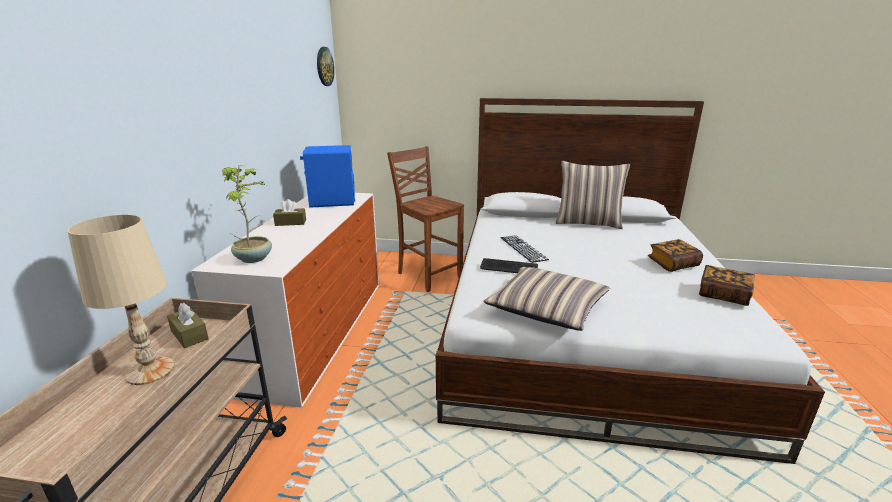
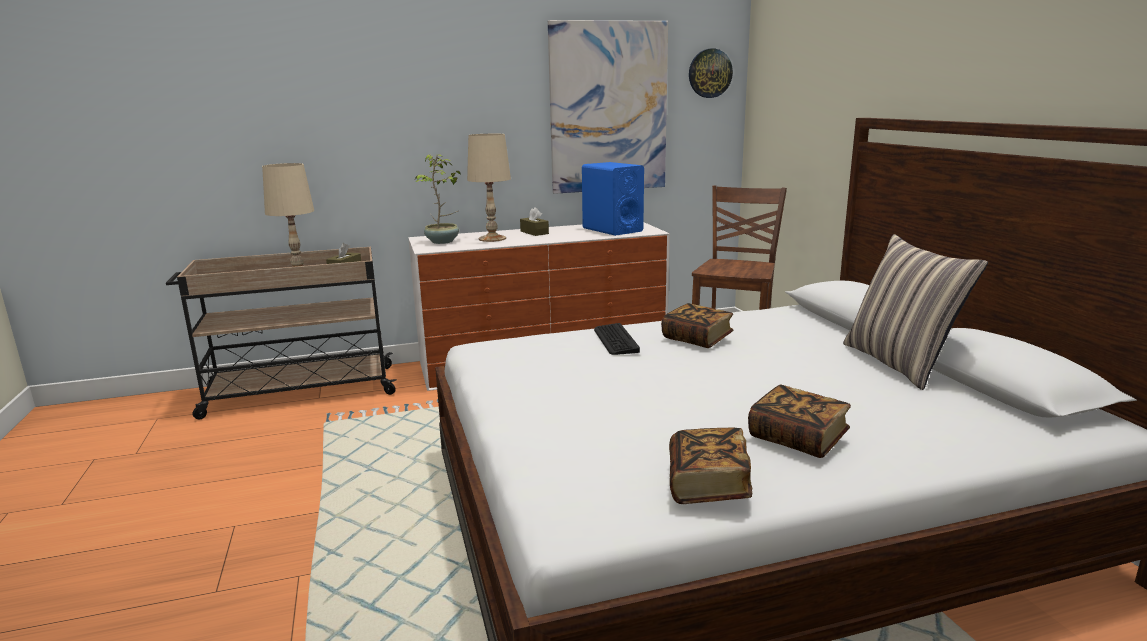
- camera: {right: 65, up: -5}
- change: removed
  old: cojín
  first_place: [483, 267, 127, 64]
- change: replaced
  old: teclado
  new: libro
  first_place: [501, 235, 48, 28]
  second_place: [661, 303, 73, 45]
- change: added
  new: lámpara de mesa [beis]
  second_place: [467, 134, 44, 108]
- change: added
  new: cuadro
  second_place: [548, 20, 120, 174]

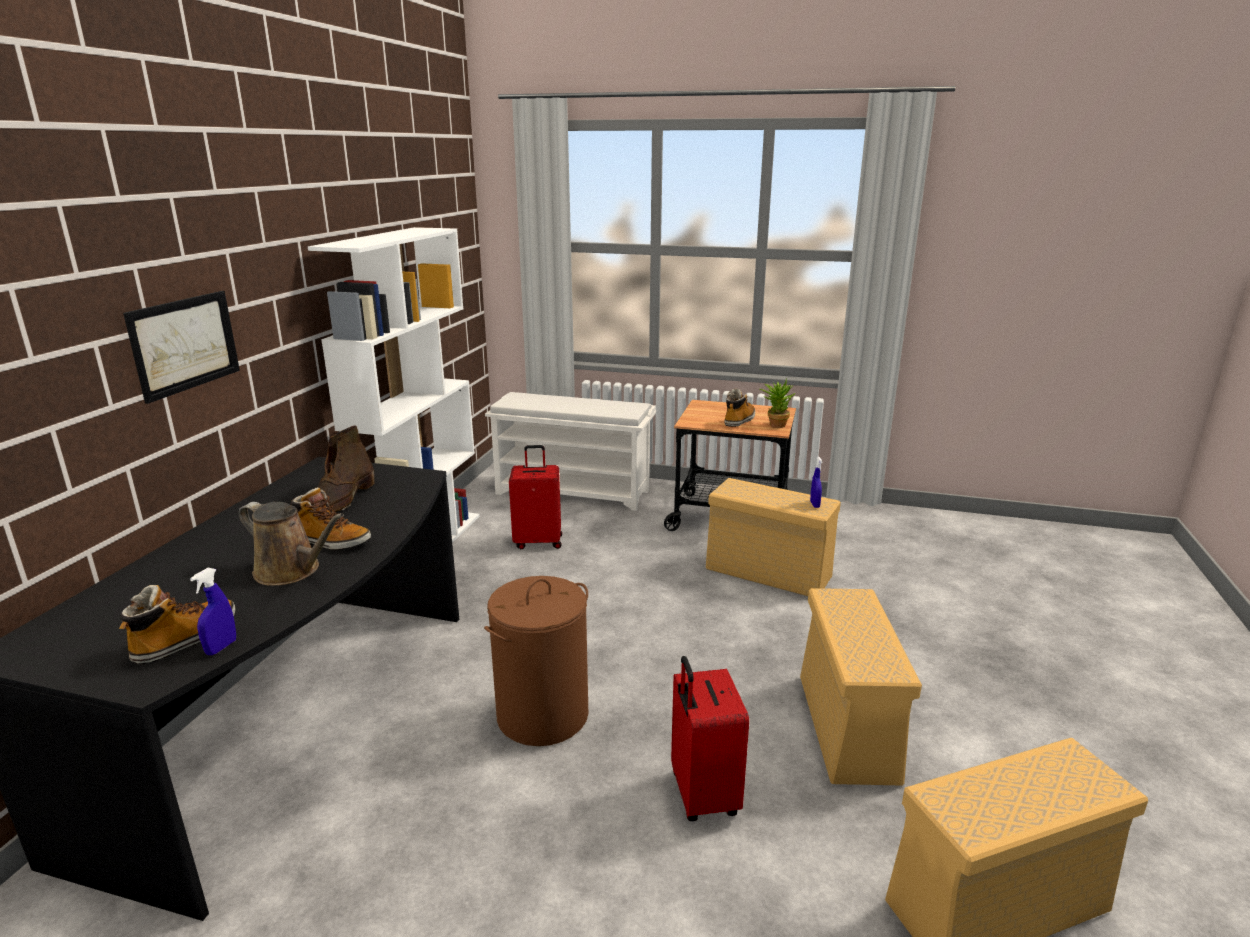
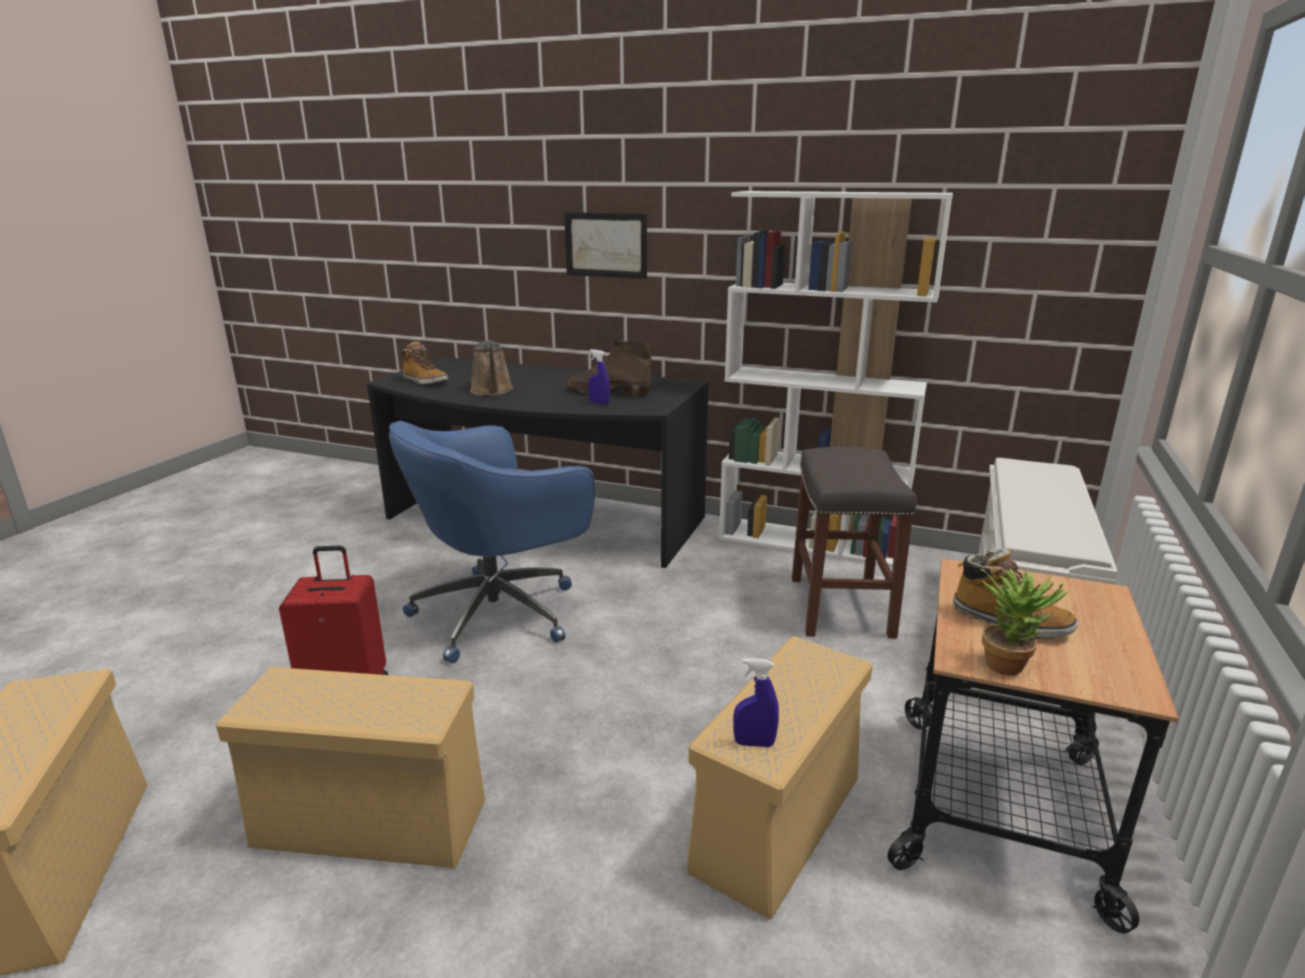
- camera: {right: 95, up: 0}
- change: moved
  old: pulverizador [azul]
  first_place: [190, 568, 46, 87]
  second_place: [588, 349, 22, 56]
- change: turned
  old: regadera [marrón]
  first_place: [239, 502, 105, 84]
  second_place: [470, 340, 43, 55]
  degrees: -45
- change: removed
  old: bota
  first_place: [290, 488, 81, 62]
- change: replaced
  old: cesto de la ropa [marrón]
  new: silla de oficina [azul]
  first_place: [484, 576, 104, 170]
  second_place: [389, 421, 206, 242]
- change: replaced
  old: maleta [rojo]
  new: taburete [gris]
  first_place: [509, 445, 53, 104]
  second_place: [792, 447, 125, 191]

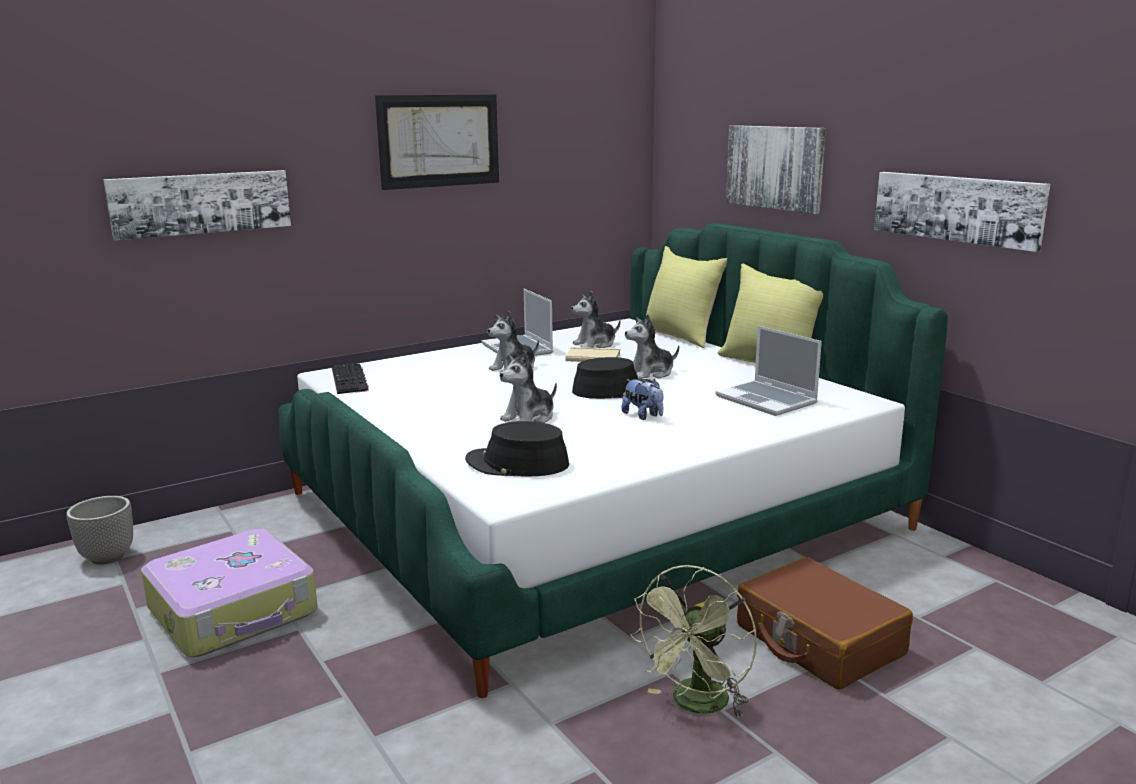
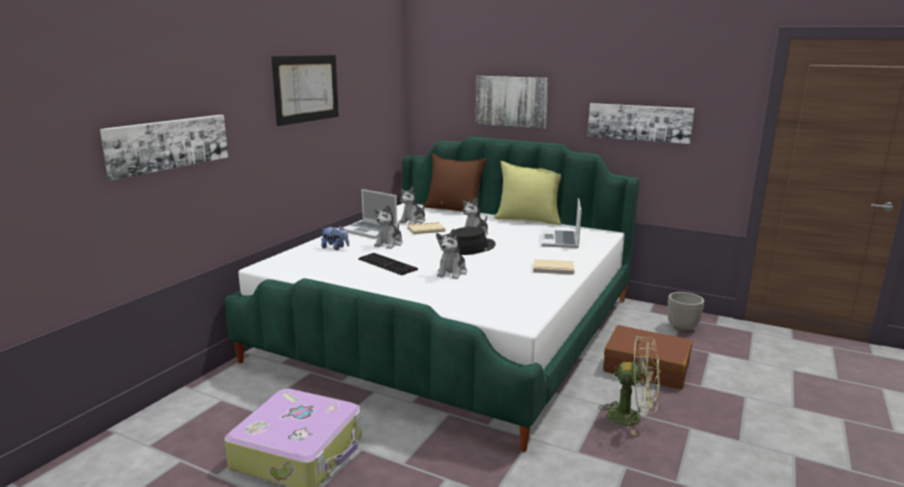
- camera: {right: -30, up: 0}
- change: moved
  old: maceta
  first_place: [67, 496, 66, 69]
  second_place: [667, 292, 37, 40]
- change: moved
  old: teclado
  first_place: [332, 363, 37, 31]
  second_place: [358, 253, 60, 22]
- change: removed
  old: sombrero [negro]
  first_place: [465, 421, 104, 55]
- change: moved
  old: peluche
  first_place: [622, 379, 41, 41]
  second_place: [321, 226, 28, 24]
- change: turned
  old: ventilador [verde]
  first_place: [630, 565, 127, 153]
  second_place: [598, 336, 62, 99]
  degrees: -75
- change: recoloured
  old: cojín [amarillo]
  new: cojín [marrón]
  first_place: [646, 246, 81, 102]
  second_place: [423, 153, 63, 62]
- change: turned
  old: portátil
  first_place: [715, 326, 107, 90]
  second_place: [541, 198, 41, 50]
  degrees: 75
- change: added
  new: libro [beis]
  second_place: [533, 259, 42, 16]

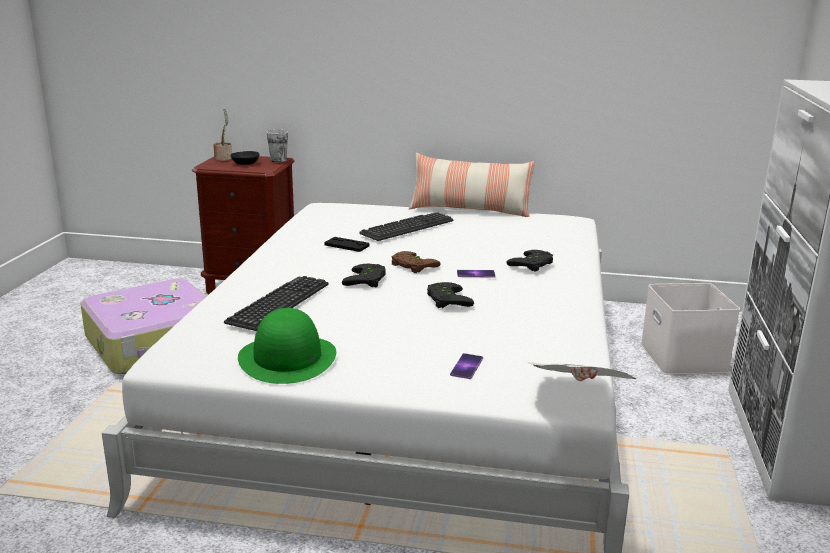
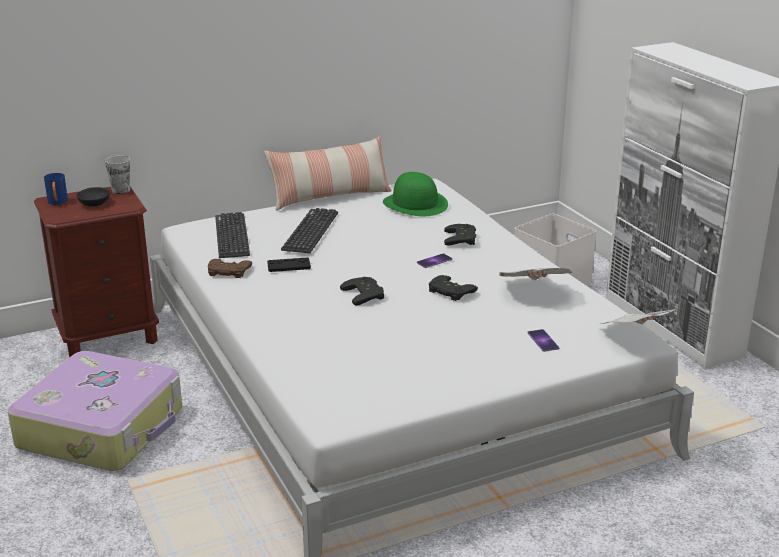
- camera: {right: -35, up: 5}
- change: replaced
  old: planta en maceta
  new: taza grande [azul]
  first_place: [213, 109, 19, 52]
  second_place: [44, 173, 24, 32]
- change: moved
  old: teclado
  first_place: [224, 276, 105, 55]
  second_place: [215, 212, 35, 46]
- change: moved
  old: sombrero [verde]
  first_place: [238, 308, 98, 76]
  second_place: [383, 172, 65, 44]
- change: moved
  old: mando de consola [marrón]
  first_place: [392, 251, 49, 22]
  second_place: [208, 259, 44, 19]
- change: added
  new: periódico
  second_place: [499, 268, 74, 12]

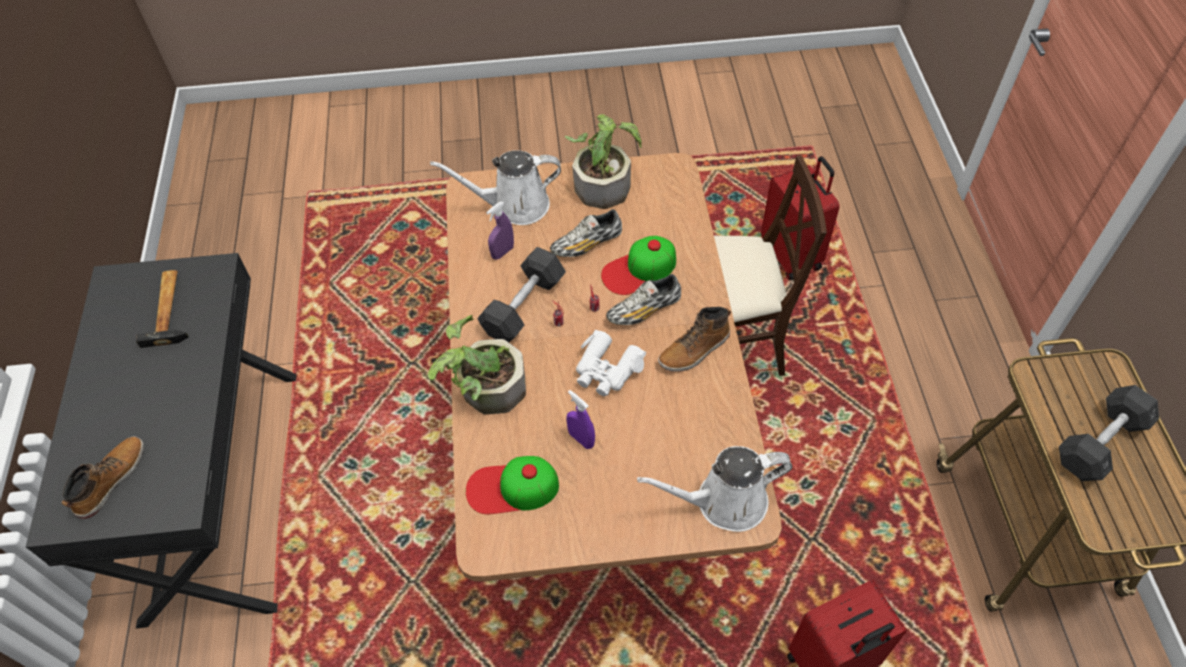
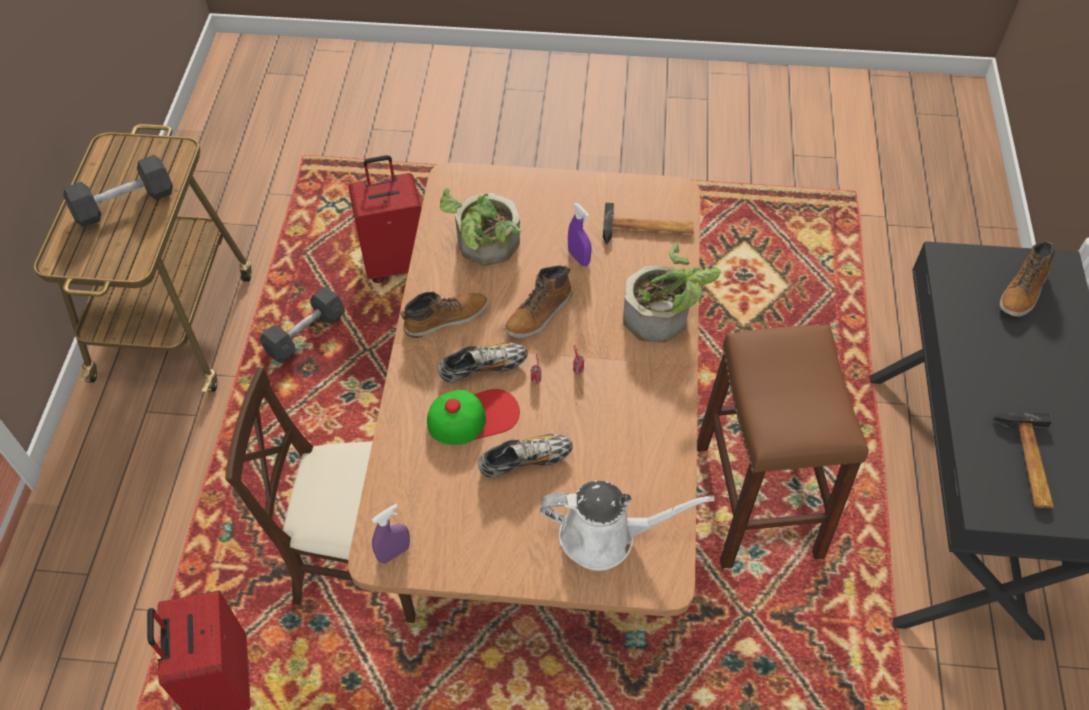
- camera: {right: -170, up: 0}
- change: replaced
  old: gorra
  new: martillo
  first_place: [466, 456, 93, 58]
  second_place: [603, 203, 91, 41]
- change: moved
  old: mancuerna [gris]
  first_place: [477, 247, 89, 95]
  second_place: [260, 287, 85, 76]
- change: moved
  old: pulverizador [morado]
  first_place: [486, 202, 28, 58]
  second_place: [372, 504, 38, 60]
- change: moved
  old: planta en maceta
  first_place: [565, 114, 77, 95]
  second_place: [440, 188, 81, 78]
- change: replaced
  old: prismáticos [blanco]
  new: bota
  first_place: [576, 330, 70, 66]
  second_place: [504, 266, 69, 72]
- change: removed
  old: regadera [blanco]
  first_place: [637, 446, 156, 86]
- change: added
  new: taburete [marrón]
  second_place: [697, 325, 172, 243]

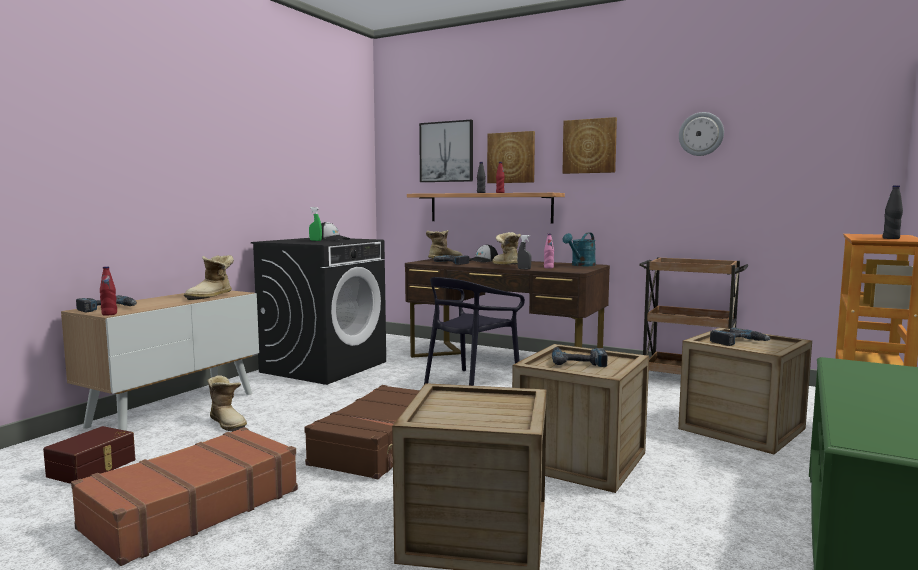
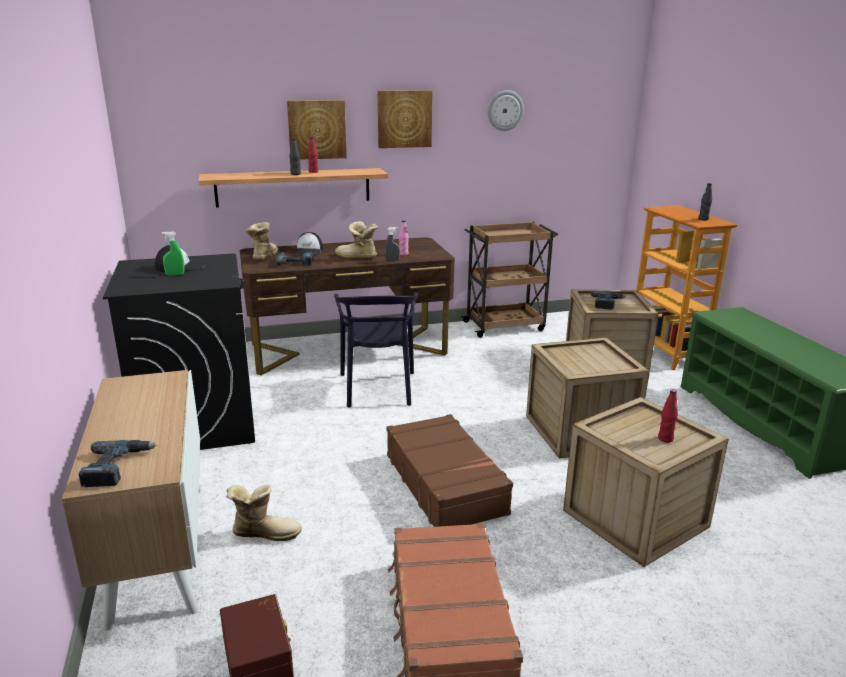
- camera: {right: -45, up: 15}
- change: moved
  old: botella [rojo]
  first_place: [100, 266, 17, 50]
  second_place: [658, 390, 20, 53]
- change: removed
  old: bota
  first_place: [184, 255, 50, 45]
- change: removed
  old: cuadro
  first_place: [419, 120, 54, 62]
- change: removed
  old: taladro
  first_place: [552, 347, 56, 20]
- change: removed
  old: regadera [turquesa]
  first_place: [563, 233, 33, 33]

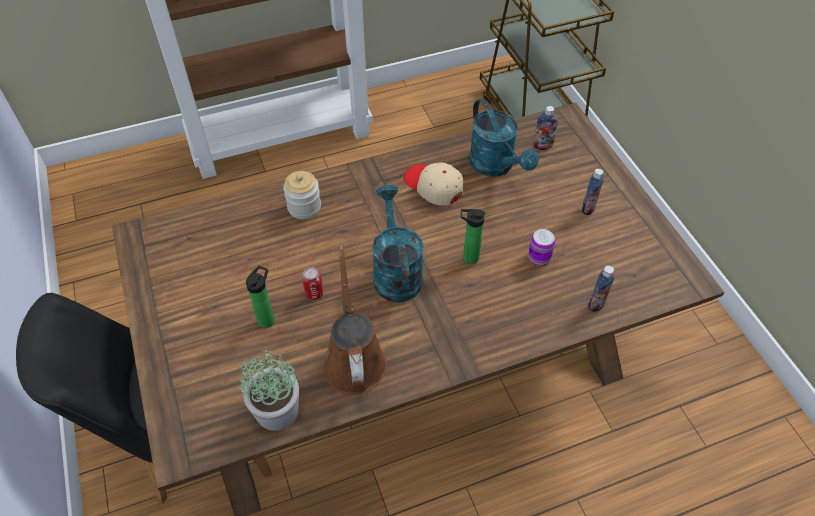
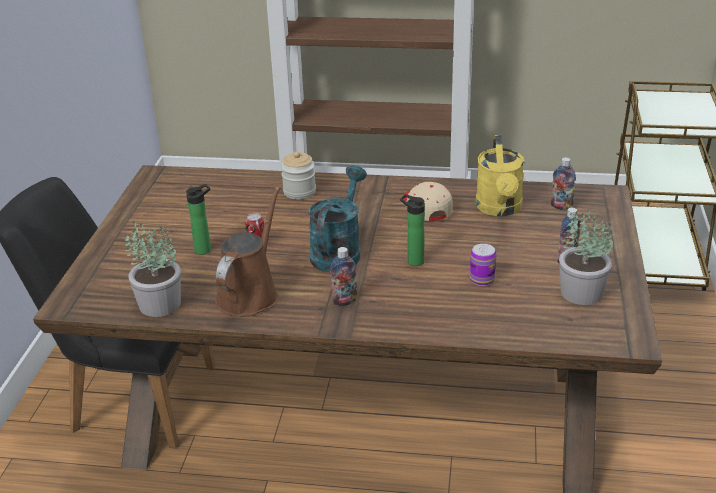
- camera: {right: 30, up: -20}
- change: recoloured
  old: regadera [turquesa]
  new: regadera [amarillo]
  first_place: [469, 98, 70, 79]
  second_place: [476, 135, 48, 81]
- change: moved
  old: botella
  first_place: [588, 266, 27, 46]
  second_place: [330, 247, 27, 59]
- change: added
  new: planta en maceta
  second_place: [559, 209, 54, 96]

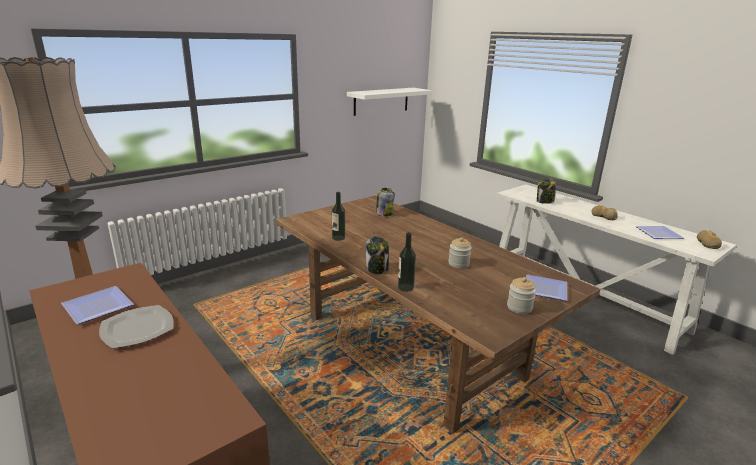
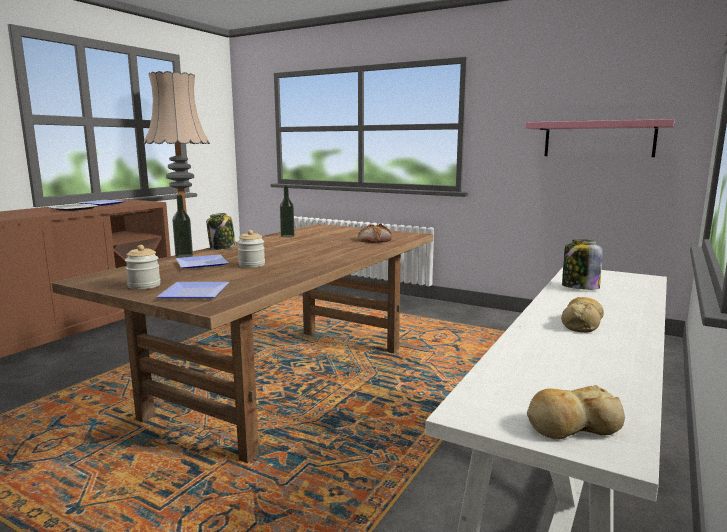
- camera: {right: 70, up: -10}
- change: recoloured
  old: estante [blanco]
  new: estante [rosa]
  first_place: [347, 88, 85, 28]
  second_place: [525, 119, 150, 38]
- change: replaced
  old: tarro
  new: pan
  first_place: [376, 188, 19, 28]
  second_place: [358, 224, 34, 19]
- change: moved
  old: plato
  first_place: [636, 226, 48, 13]
  second_place: [176, 254, 53, 14]

